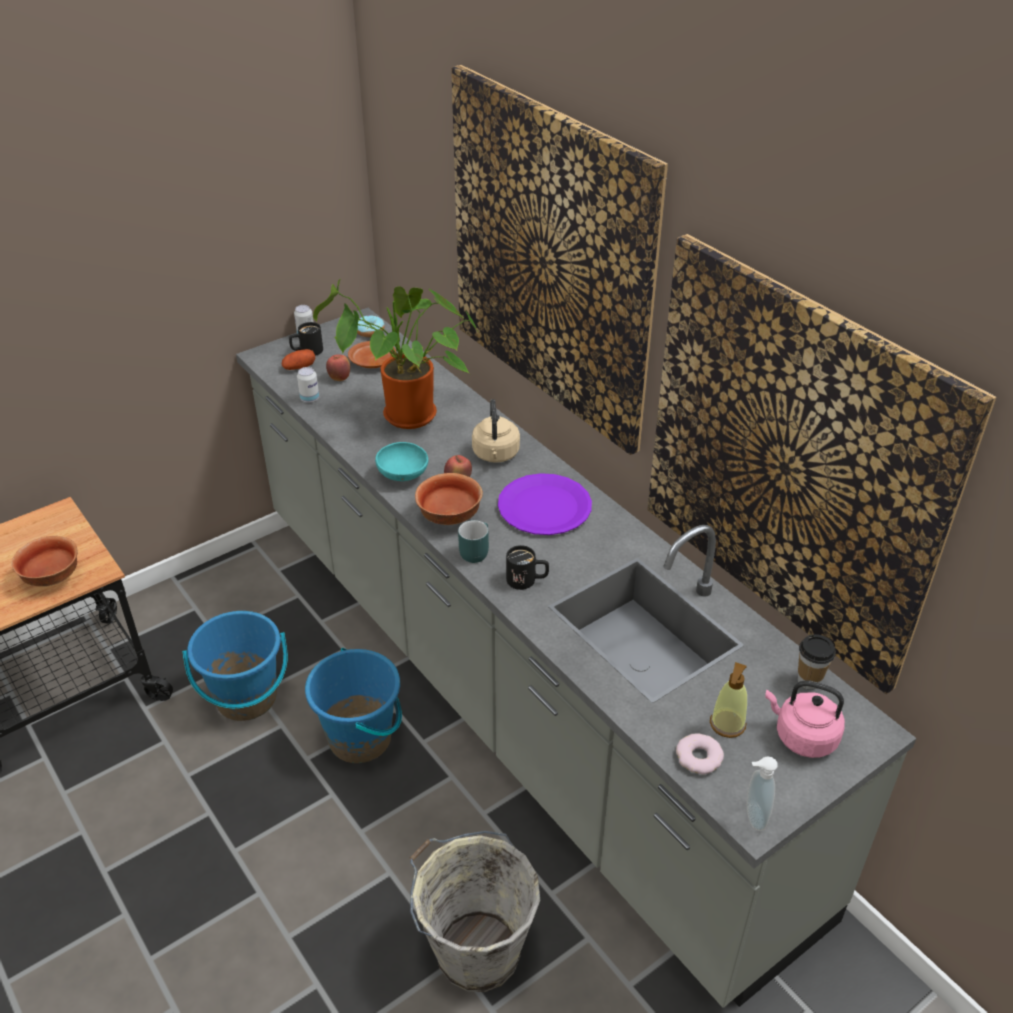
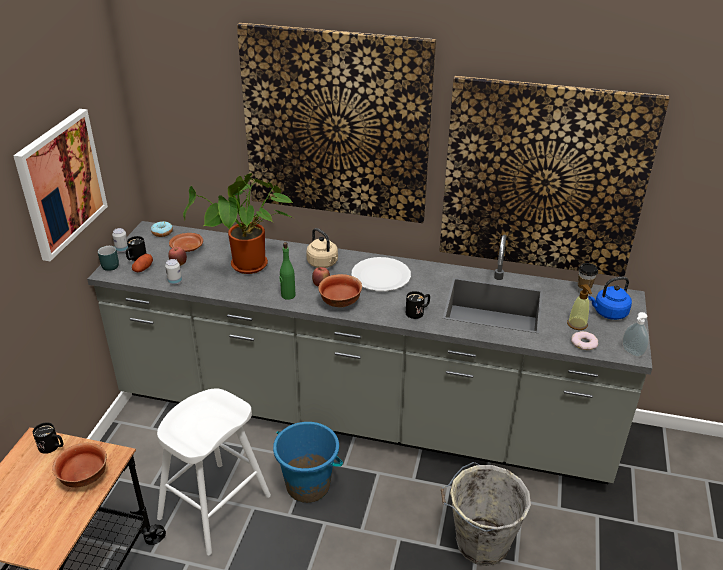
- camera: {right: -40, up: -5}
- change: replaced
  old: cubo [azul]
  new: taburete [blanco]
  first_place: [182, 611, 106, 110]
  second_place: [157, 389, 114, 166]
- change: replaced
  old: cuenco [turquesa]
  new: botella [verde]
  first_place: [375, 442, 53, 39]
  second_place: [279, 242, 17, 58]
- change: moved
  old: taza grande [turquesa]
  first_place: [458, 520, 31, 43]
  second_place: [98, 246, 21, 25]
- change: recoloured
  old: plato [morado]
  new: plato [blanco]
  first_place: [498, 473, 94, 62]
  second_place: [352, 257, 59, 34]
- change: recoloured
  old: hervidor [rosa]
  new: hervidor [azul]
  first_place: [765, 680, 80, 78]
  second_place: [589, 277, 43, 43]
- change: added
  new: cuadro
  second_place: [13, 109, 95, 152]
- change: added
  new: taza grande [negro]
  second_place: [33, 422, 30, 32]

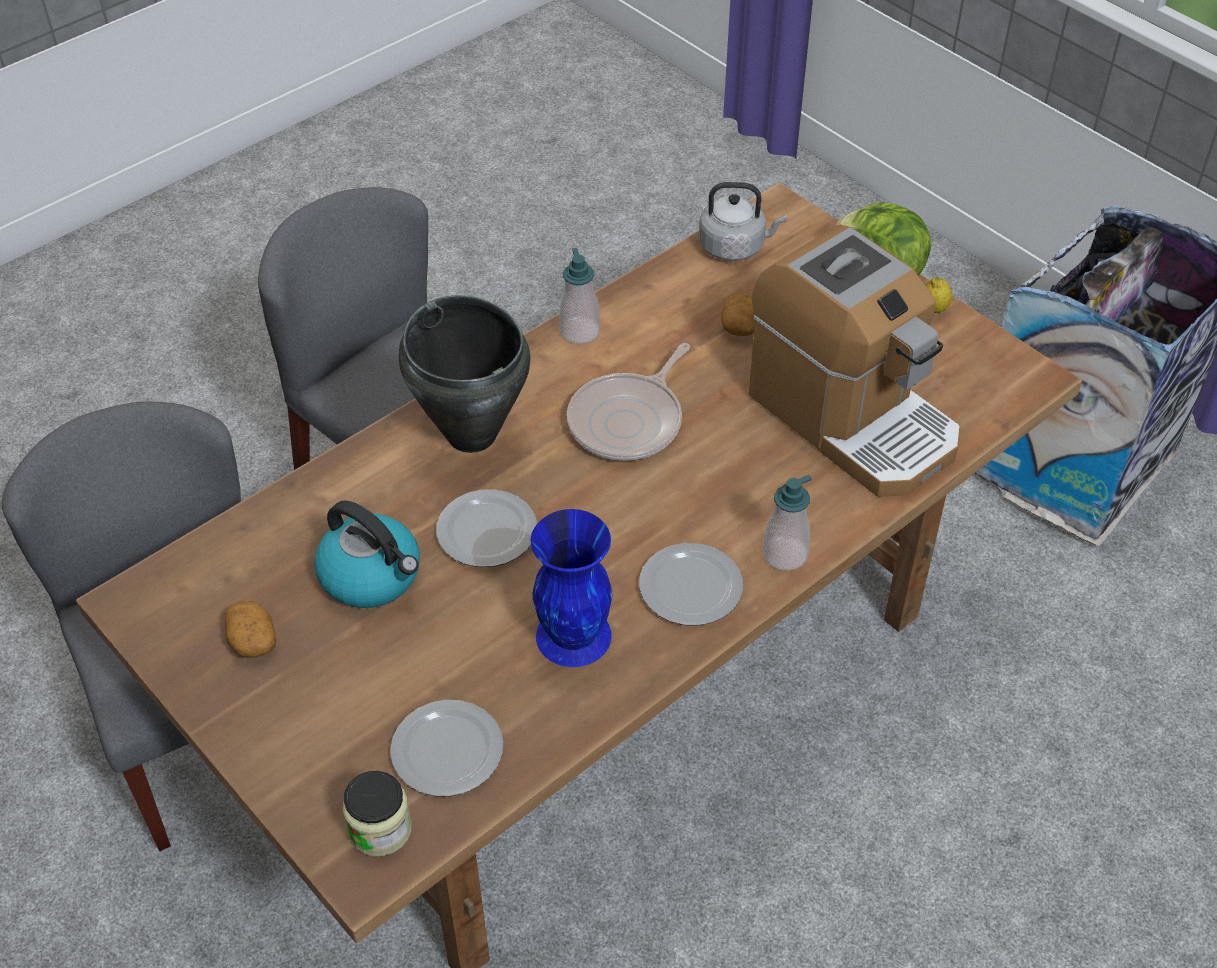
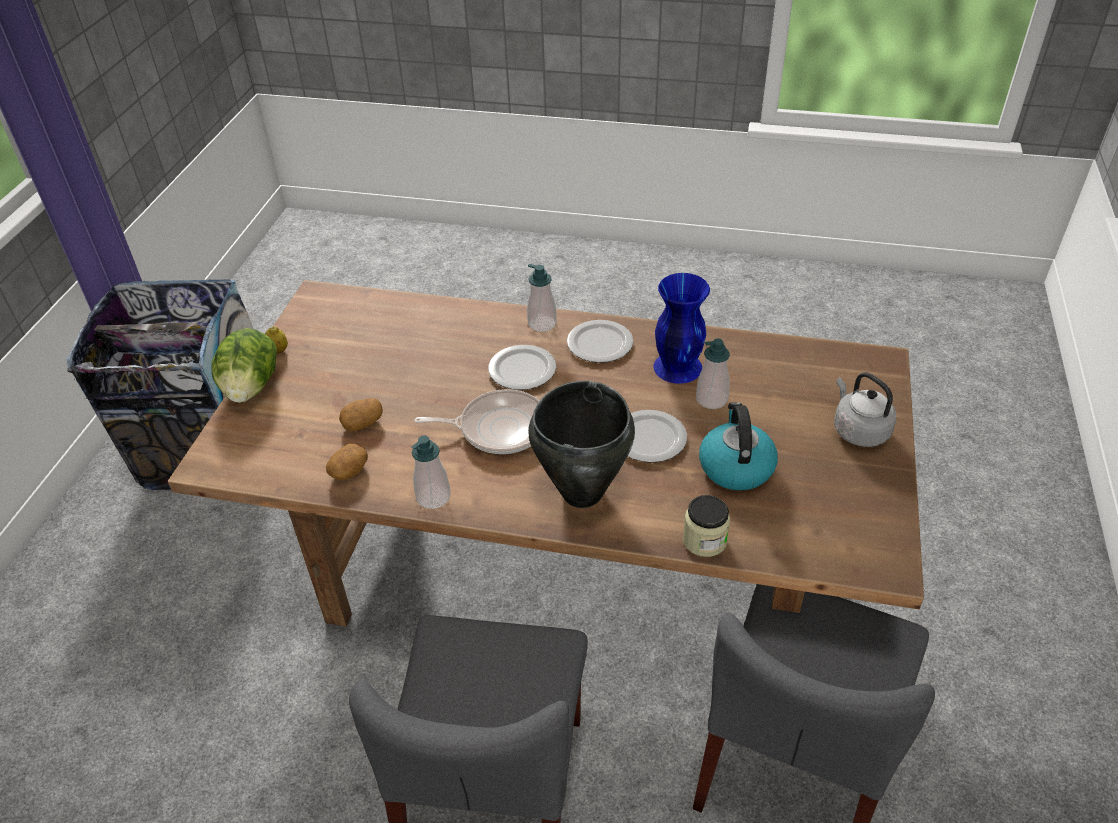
- camera: {right: -125, up: -5}
- change: moved
  old: patata
  first_place: [225, 601, 51, 57]
  second_place: [326, 444, 42, 36]
- change: moved
  old: tarro
  first_place: [343, 771, 69, 85]
  second_place: [683, 495, 47, 62]
- change: moved
  old: plato
  first_place: [390, 700, 113, 97]
  second_place: [488, 345, 68, 45]
- change: moved
  old: hervidor [gris]
  first_place: [699, 182, 88, 79]
  second_place: [834, 372, 62, 75]
- change: removed
  old: cafetera
  first_place: [748, 225, 213, 272]
- change: added
  new: dispensador de jabón
  second_place: [696, 339, 34, 70]

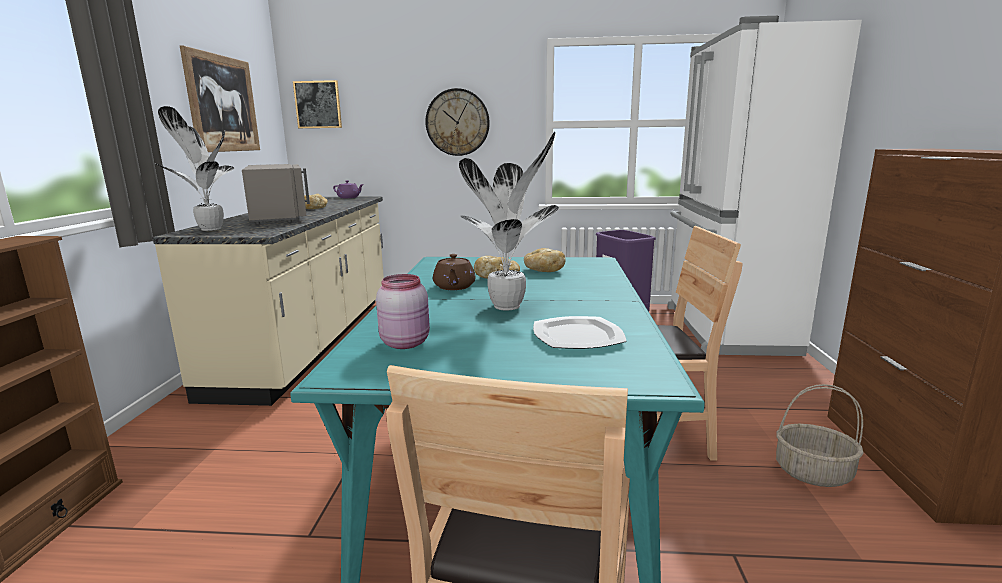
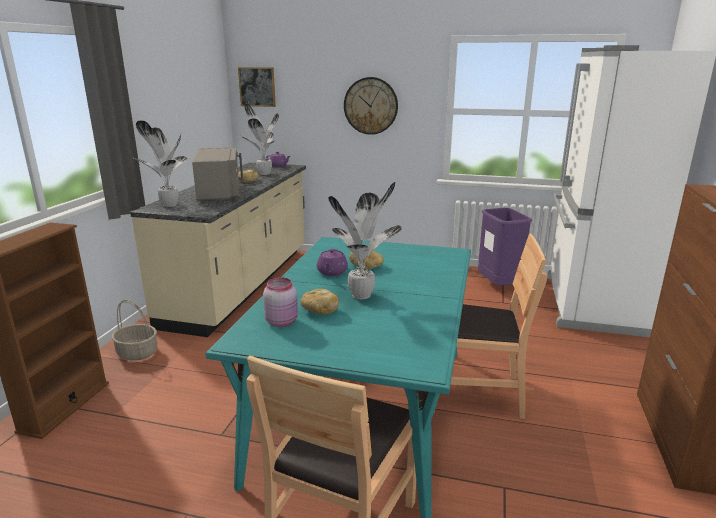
- camera: {right: 10, up: 5}
- change: removed
  old: cuadro
  first_place: [180, 46, 80, 106]
- change: recoloured
  old: tetera [marrón]
  new: tetera [morado]
  first_place: [433, 254, 43, 36]
  second_place: [317, 249, 31, 27]
- change: moved
  old: pan
  first_place: [524, 248, 42, 24]
  second_place: [300, 289, 39, 25]
- change: removed
  old: plato
  first_place: [533, 316, 93, 33]
- change: moved
  old: cesta
  first_place: [776, 384, 88, 103]
  second_place: [112, 300, 46, 61]
- change: added
  new: planta en maceta
  second_place: [240, 103, 39, 72]

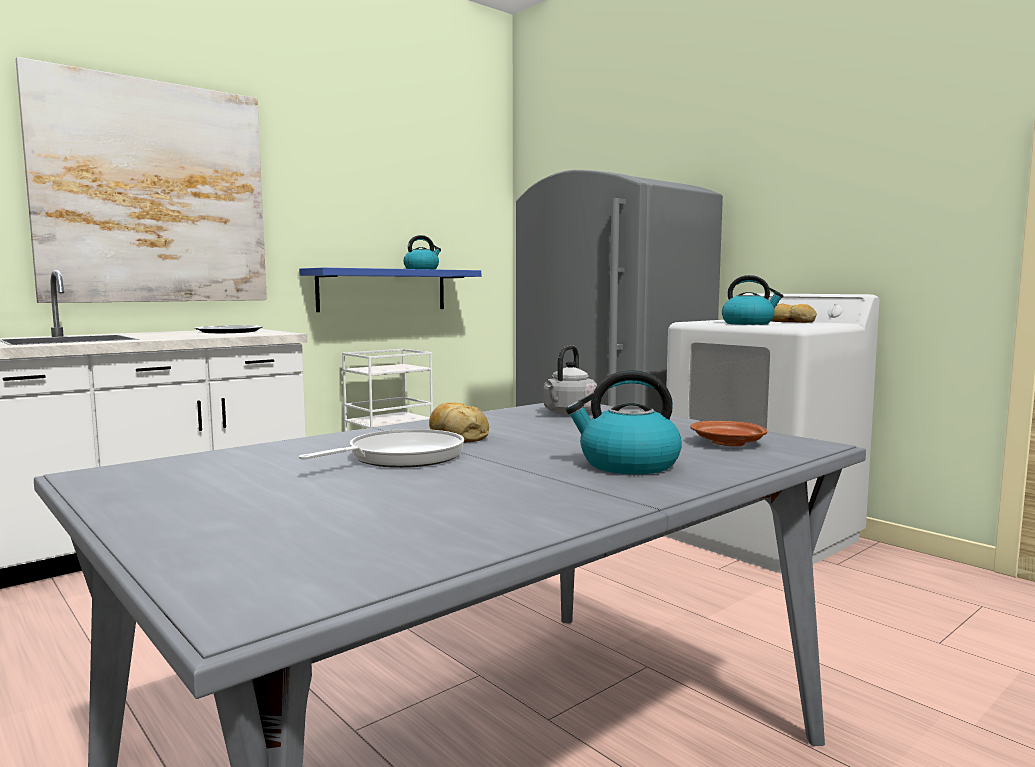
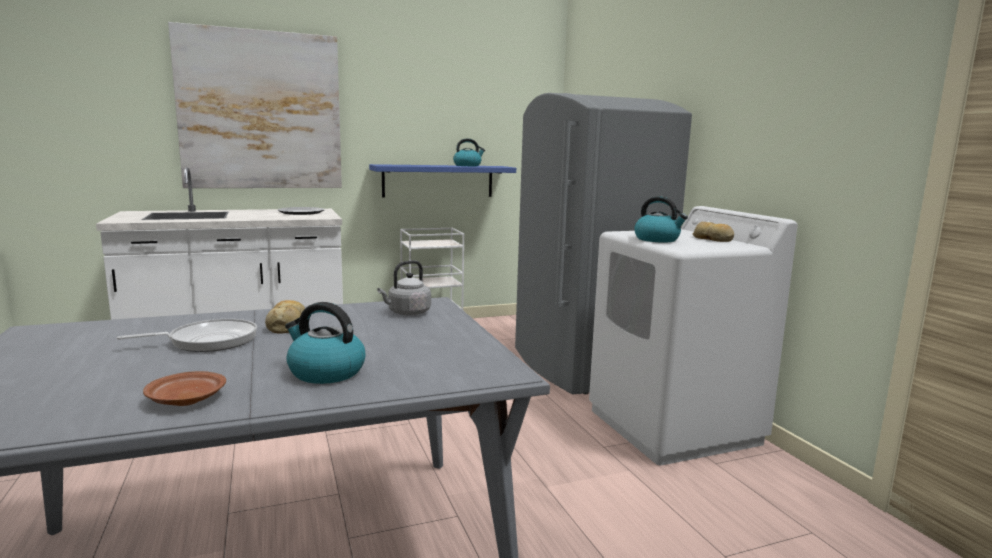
- camera: {right: 20, up: 5}
- change: moved
  old: plato [marrón]
  first_place: [690, 421, 77, 25]
  second_place: [143, 371, 83, 35]

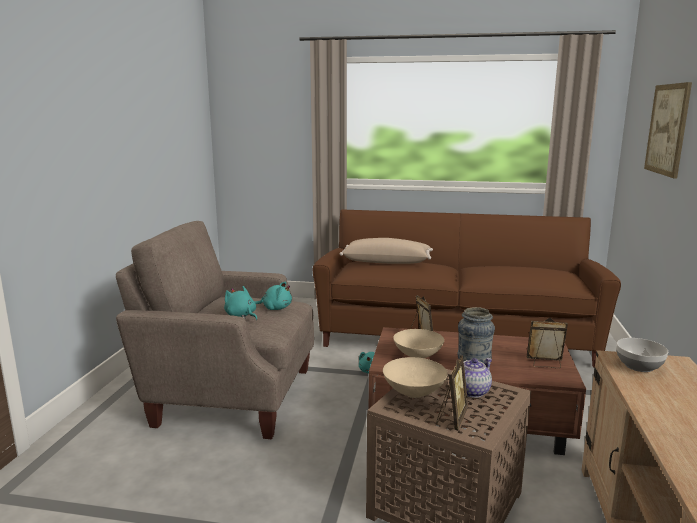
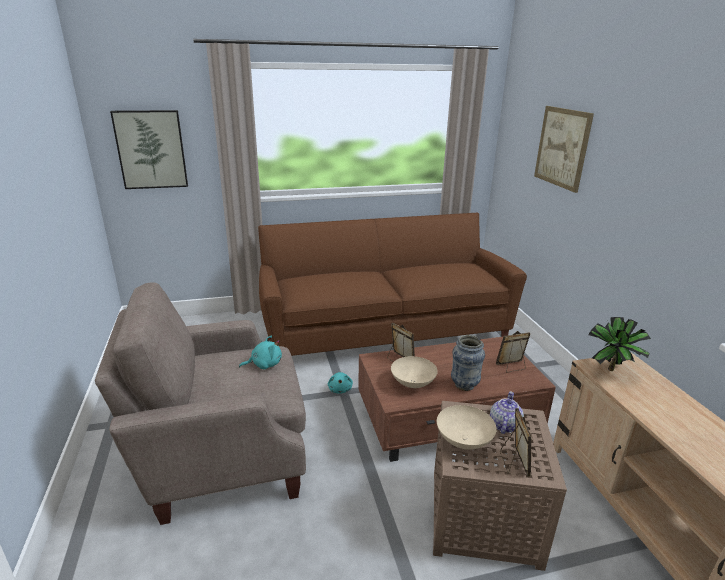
- camera: {right: -25, up: 10}
- change: removed
  old: peluche [turquesa]
  first_place: [224, 286, 33, 34]
- change: removed
  old: cojín [beis]
  first_place: [340, 238, 93, 26]
- change: replaced
  old: cuenco
  new: planta en maceta
  first_place: [616, 338, 52, 34]
  second_place: [588, 317, 63, 54]
- change: added
  new: cuadro
  second_place: [110, 110, 78, 79]

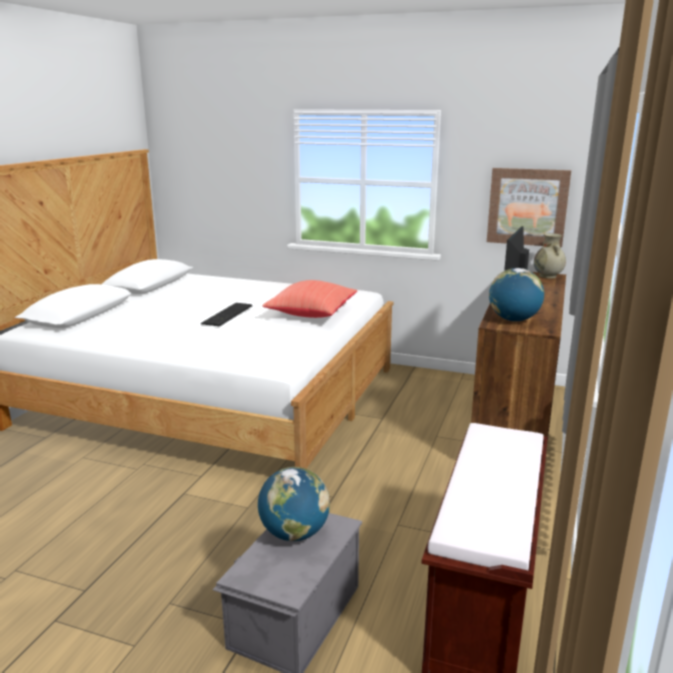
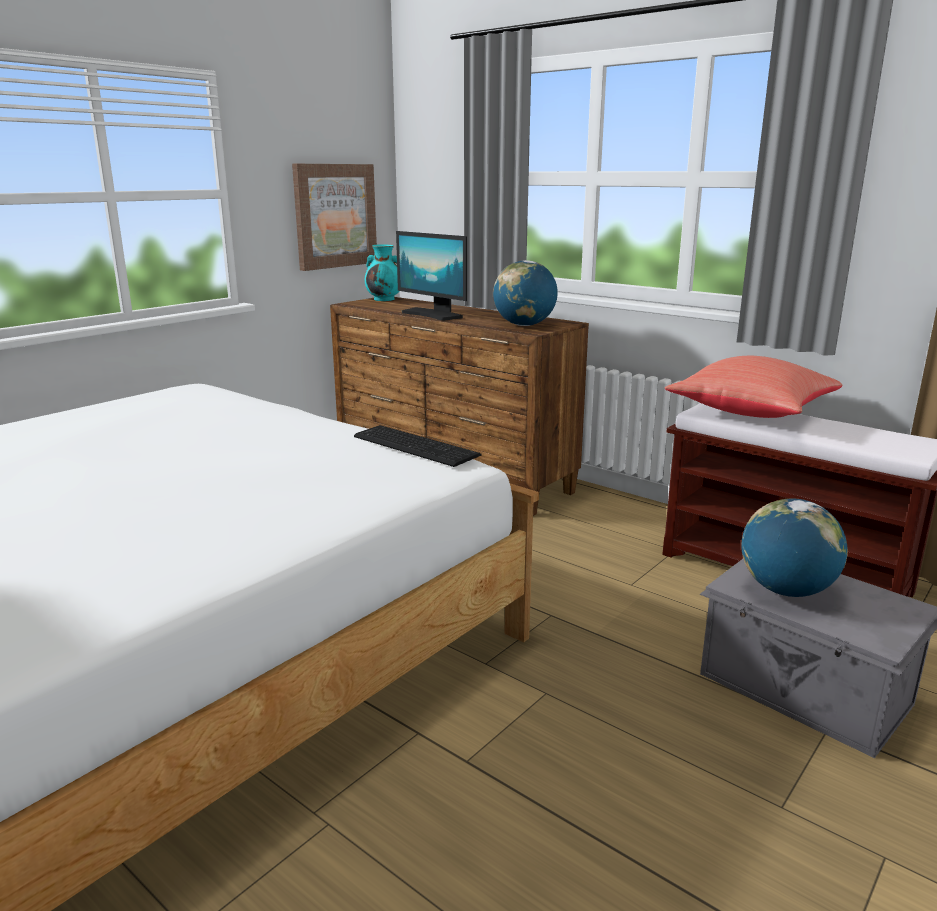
- camera: {right: -70, up: 0}
- change: moved
  old: teclado
  first_place: [201, 303, 52, 24]
  second_place: [354, 425, 128, 42]
- change: moved
  old: cojín [rojo]
  first_place: [262, 280, 95, 38]
  second_place: [665, 356, 177, 62]
- change: recoloured
  old: florero [beis]
  new: florero [turquesa]
  first_place: [534, 233, 32, 46]
  second_place: [365, 244, 35, 57]

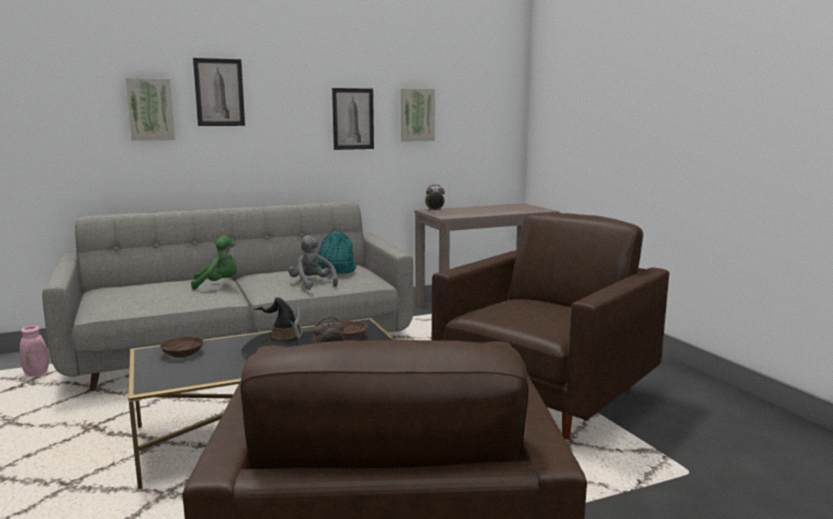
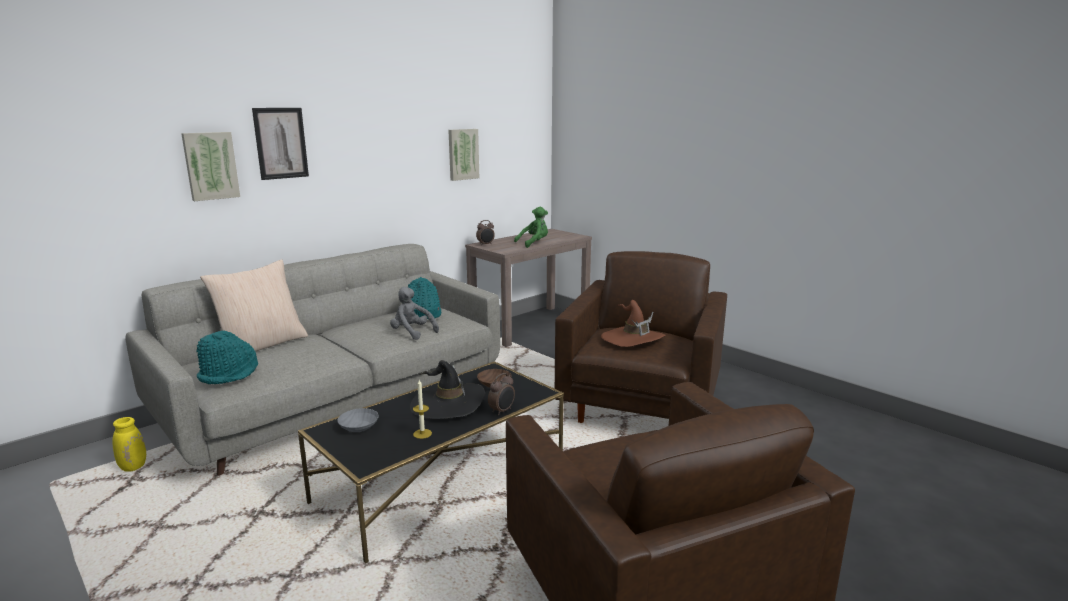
- camera: {right: -20, up: 5}
- change: recoloured
  old: florero [rosa]
  new: florero [amarillo]
  first_place: [20, 326, 29, 50]
  second_place: [112, 417, 34, 55]
- change: recoloured
  old: cuenco [marrón]
  new: cuenco [gris]
  first_place: [160, 337, 44, 21]
  second_place: [337, 408, 42, 24]
- change: moved
  old: peluche [verde]
  first_place: [191, 236, 46, 54]
  second_place: [514, 207, 34, 41]
- change: removed
  old: cuadro
  first_place: [332, 88, 42, 62]
- change: added
  new: sombrero [turquesa]
  second_place: [196, 330, 62, 54]
- change: added
  new: cojín [beis]
  second_place: [200, 259, 108, 93]
- change: added
  new: vela
  second_place: [413, 380, 19, 59]
- change: added
  new: sombrero [marrón]
  second_place: [601, 300, 64, 47]

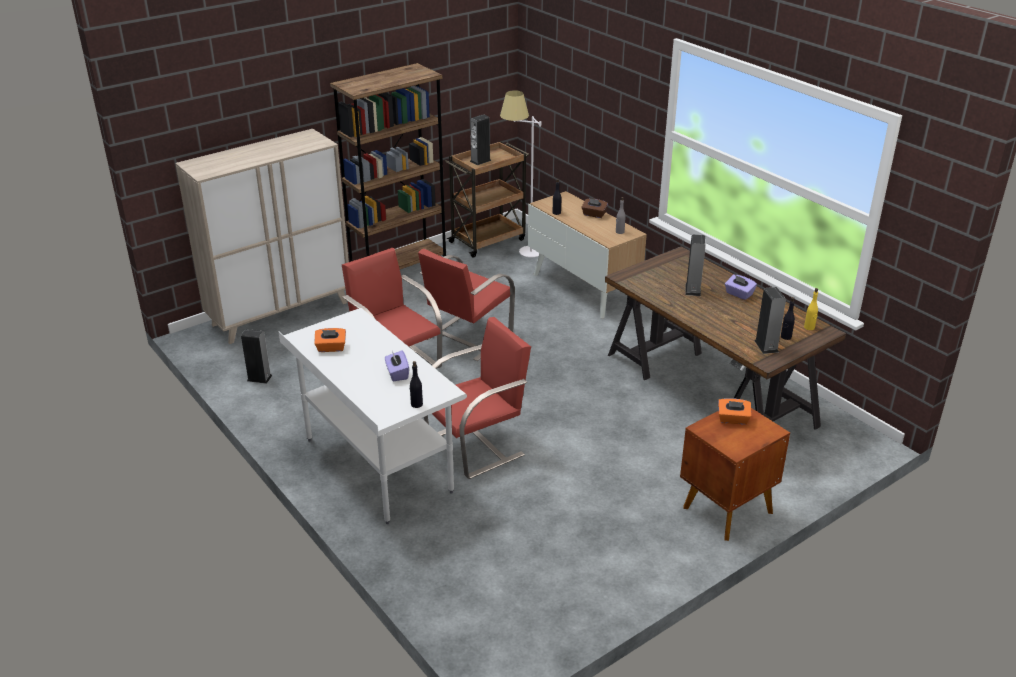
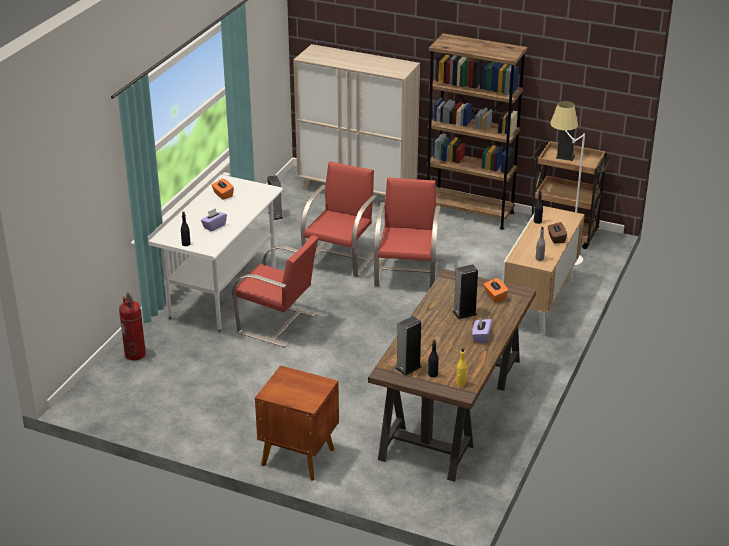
- camera: {right: 60, up: 0}
- change: turned
  old: silla [rojo]
  first_place: [418, 249, 97, 112]
  second_place: [374, 177, 67, 111]
  degrees: 90
- change: moved
  old: caja de pañuelos [naranja]
  first_place: [718, 398, 33, 27]
  second_place: [484, 278, 24, 24]
- change: added
  new: extintor
  second_place: [119, 293, 27, 68]

